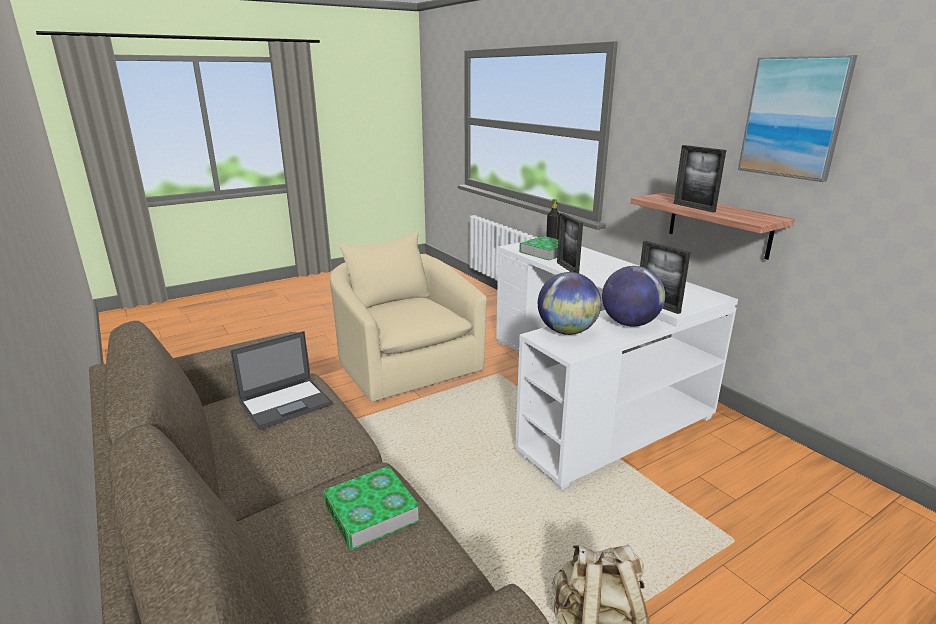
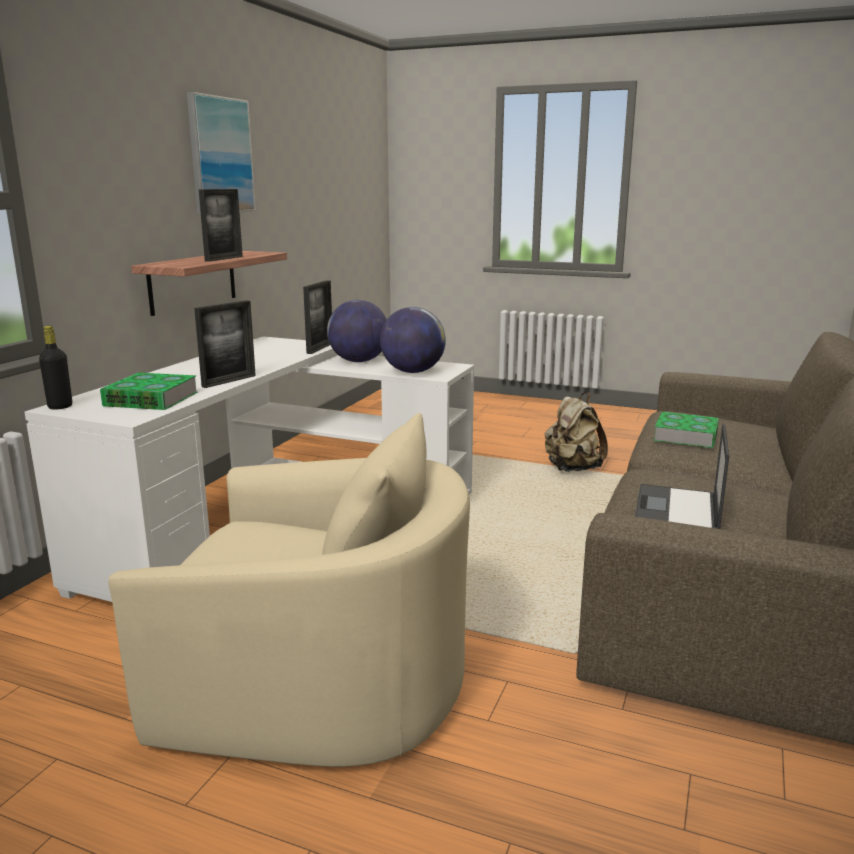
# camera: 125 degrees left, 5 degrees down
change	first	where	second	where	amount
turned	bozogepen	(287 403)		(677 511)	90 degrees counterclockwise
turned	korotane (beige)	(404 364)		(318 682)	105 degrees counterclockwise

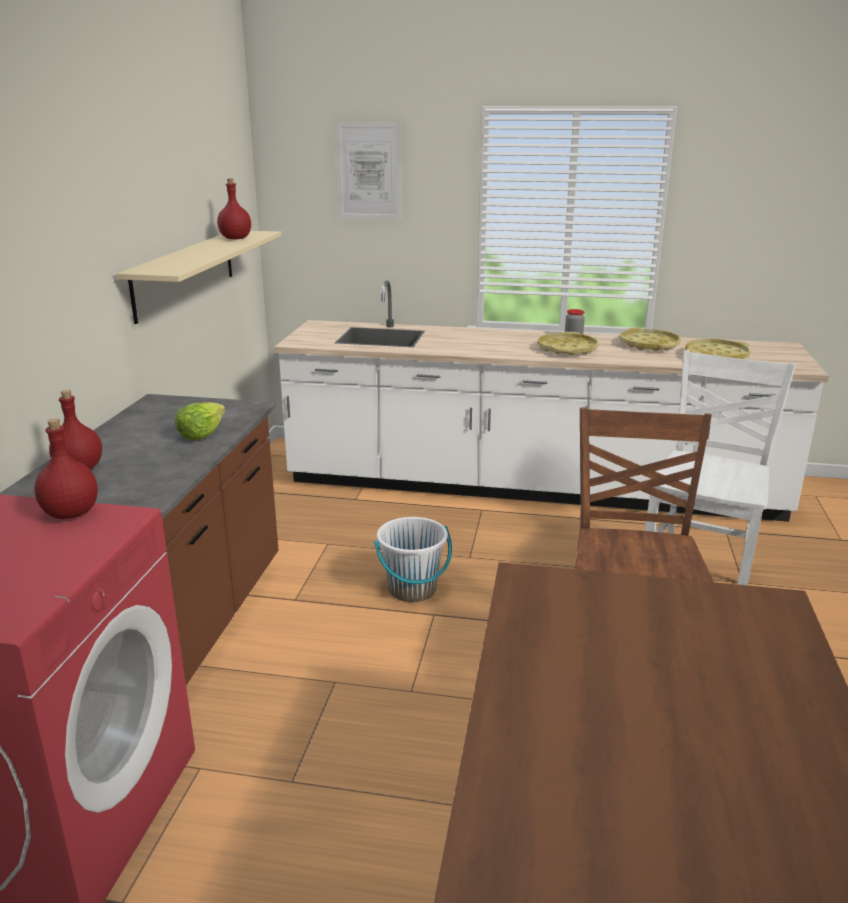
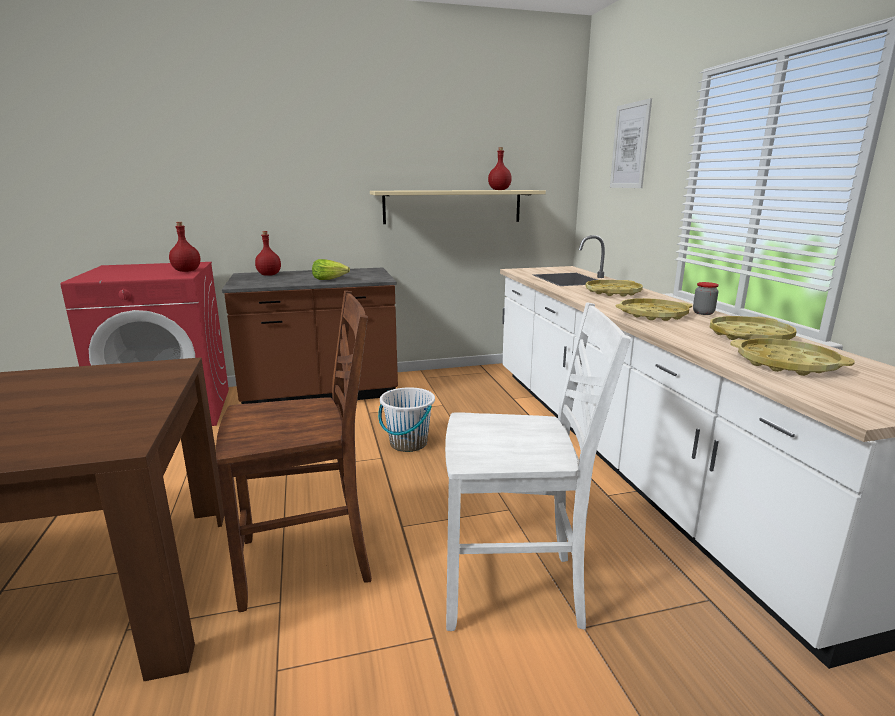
# camera: 65 degrees right, 5 degrees down
change	first	where	second	where	amount
added			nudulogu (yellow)	(612 292)	

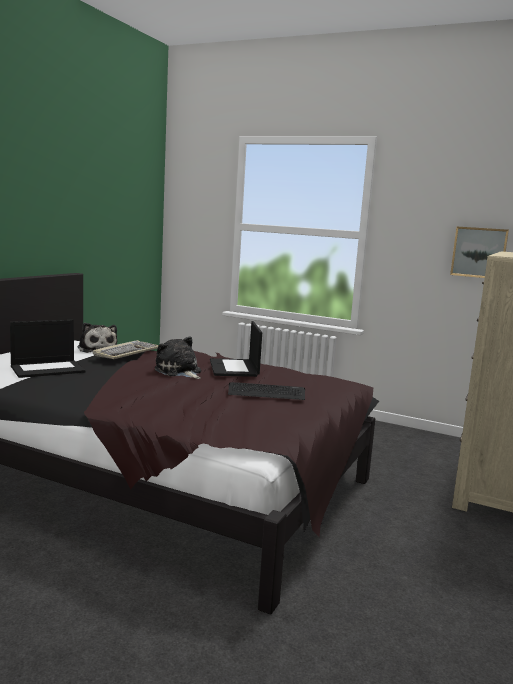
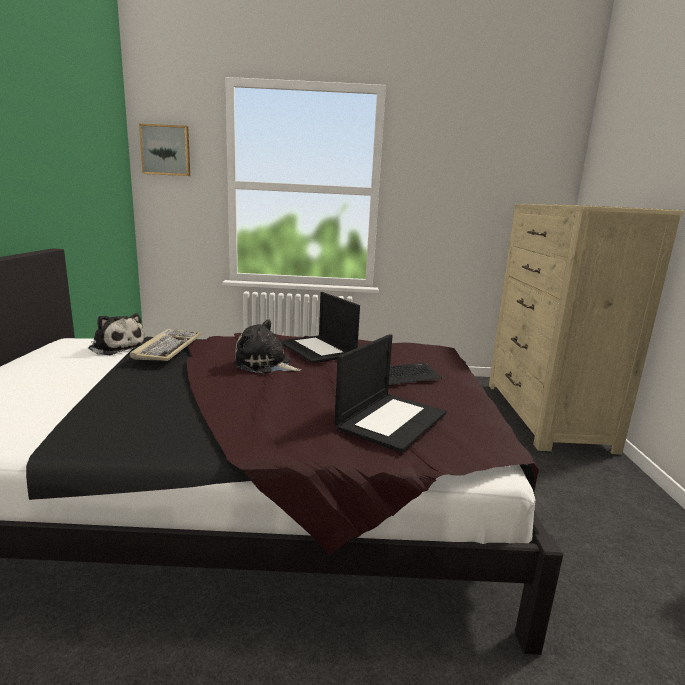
# camera: 25 degrees left, 5 degrees up
change	first	where	second	where	amount
moved	bozogepen	(48 369)		(391 420)	
moved	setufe	(479 252)		(166 150)	

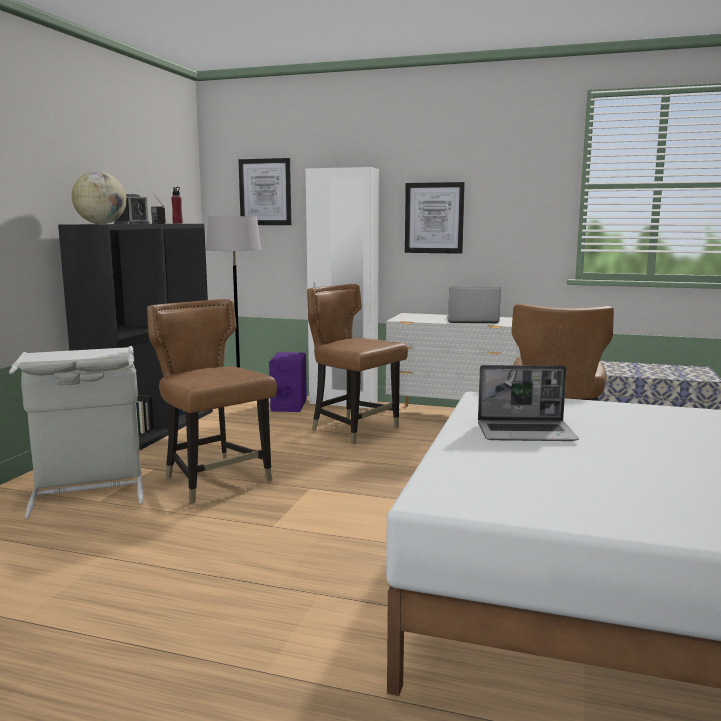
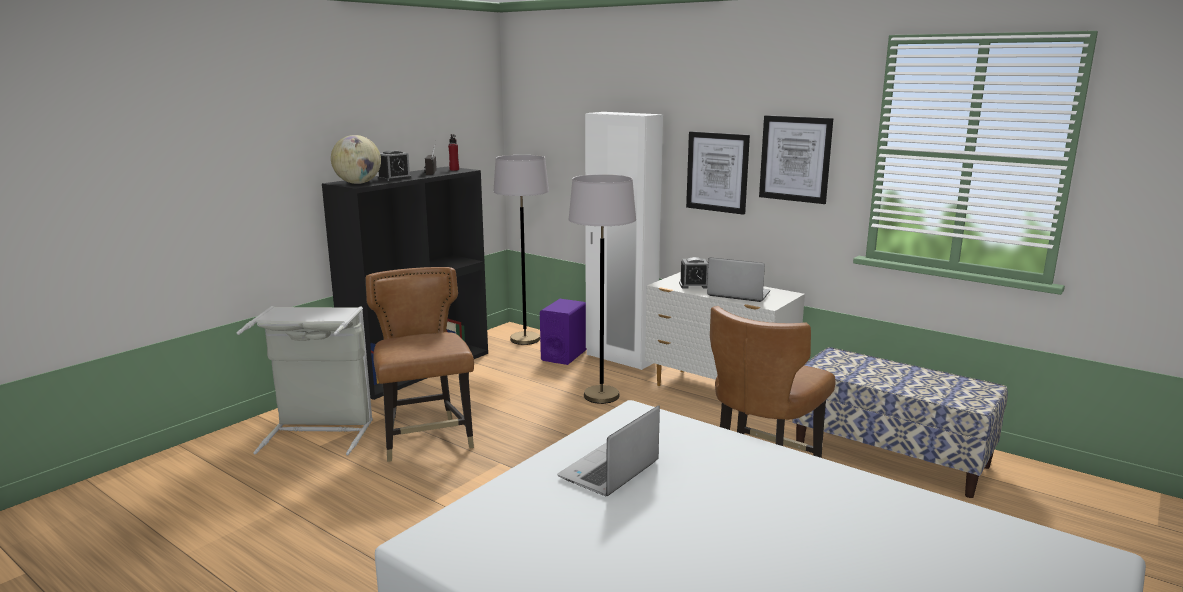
# camera: 20 degrees right, 5 degrees up
change	first	where	second	where	amount
moved	setufe	(265 192)		(795 159)	
replaced	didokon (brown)	(354 429)	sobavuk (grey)	(601 396)	
turned	bozogepen	(526 432)		(609 471)	105 degrees clockwise
added			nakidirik	(694 285)	

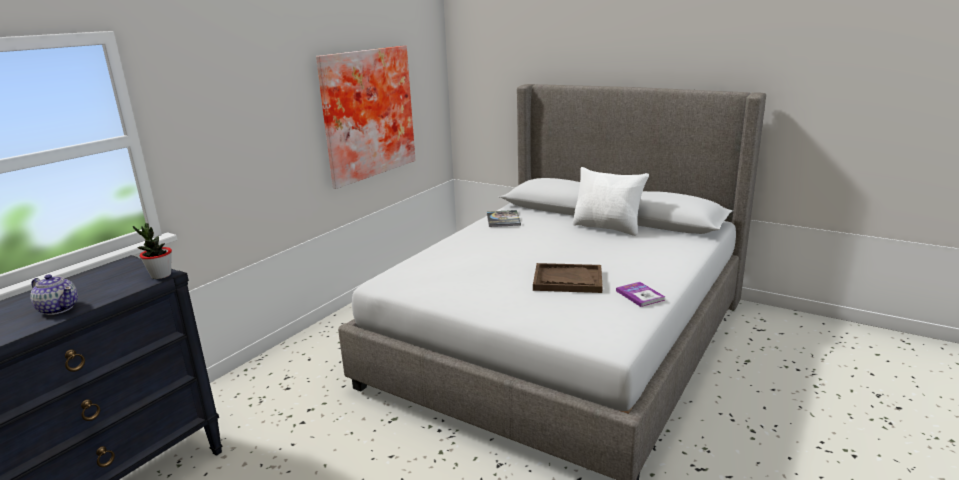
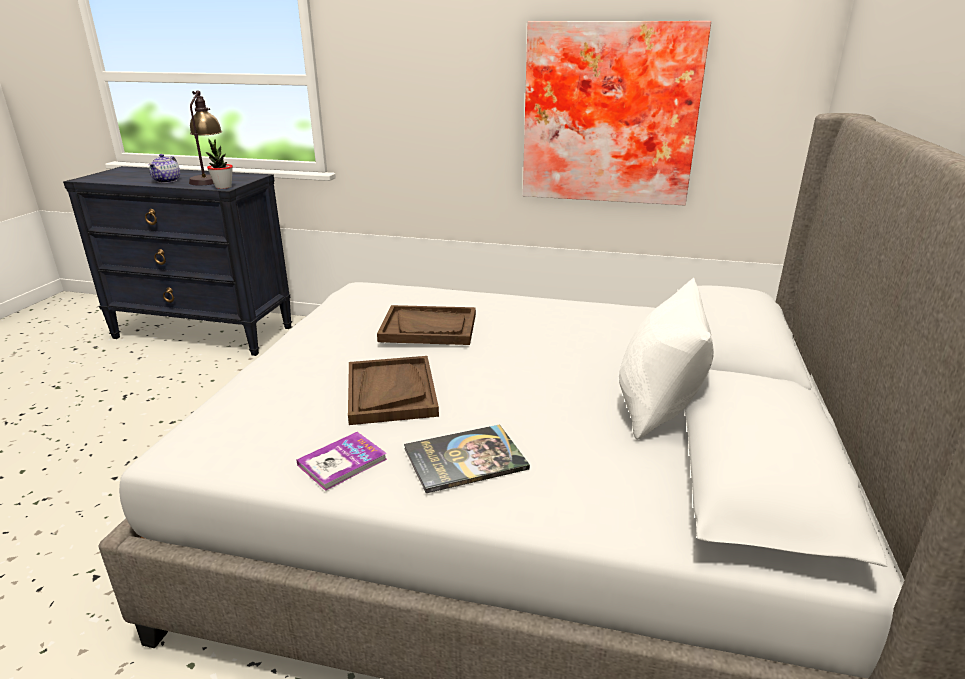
# camera: 70 degrees right, 5 degrees up
change	first	where	second	where	amount
moved	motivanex	(503 219)		(465 459)	
added			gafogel	(209 179)	
added			nudulogu (brown)	(429 328)	

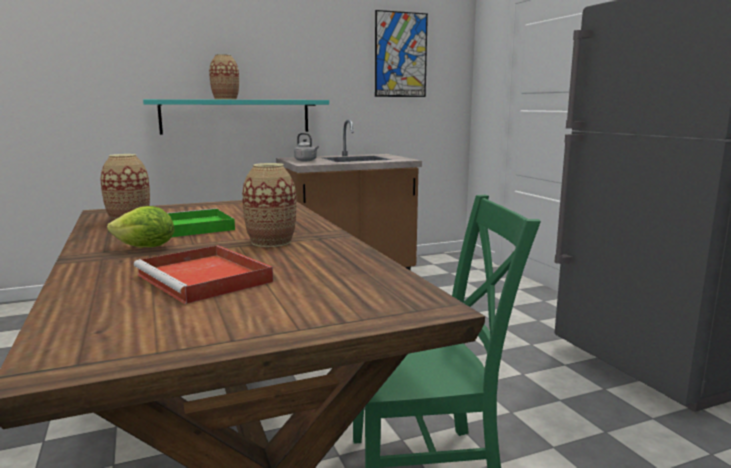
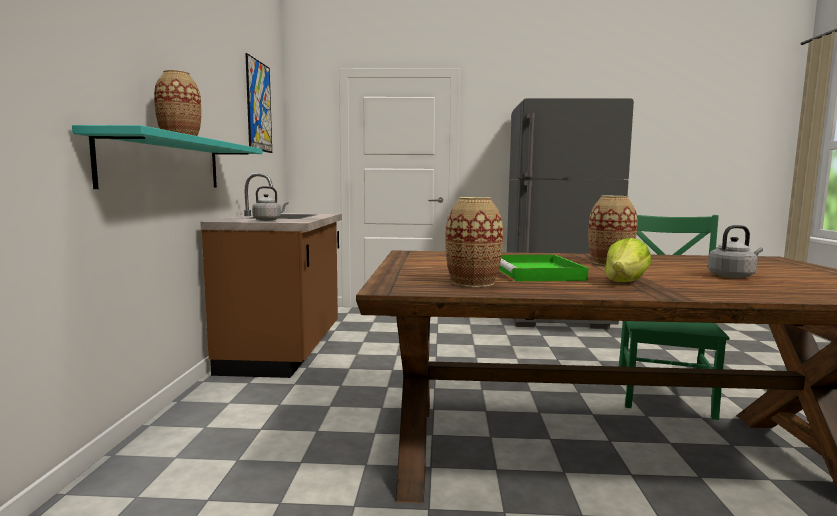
# camera: 65 degrees left, 5 degrees down
change	first	where	second	where	amount
replaced	nudulogu (red)	(206 279)	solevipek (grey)	(732 276)	

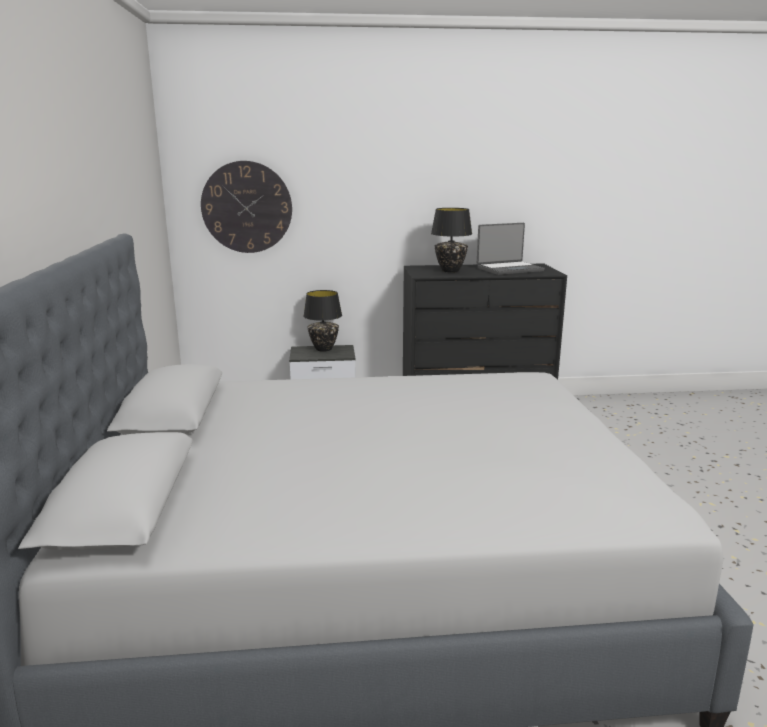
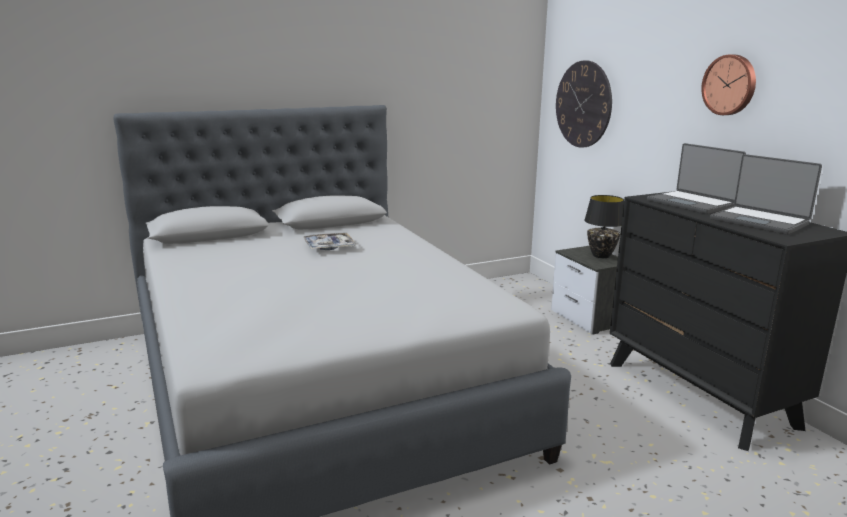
# camera: 70 degrees right, 0 degrees up
change	first	where	second	where	amount
replaced	gafogel (black)	(450 271)	bozogepen	(692 203)	
added			nudulogu	(329 247)	
added			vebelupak	(730 85)	

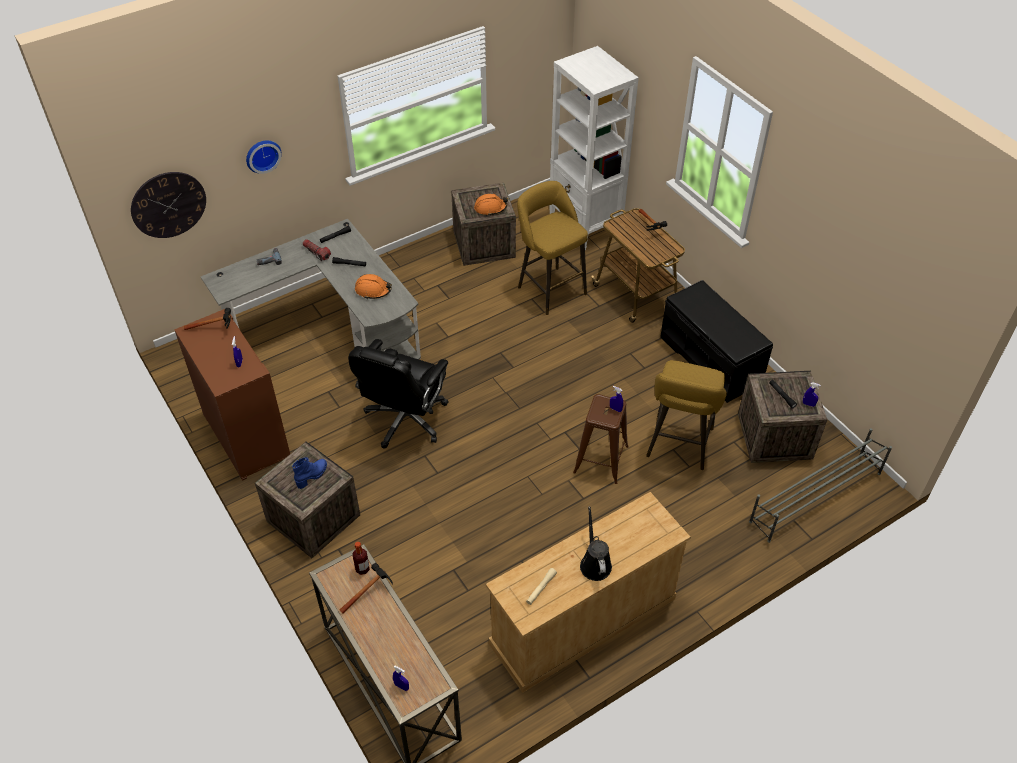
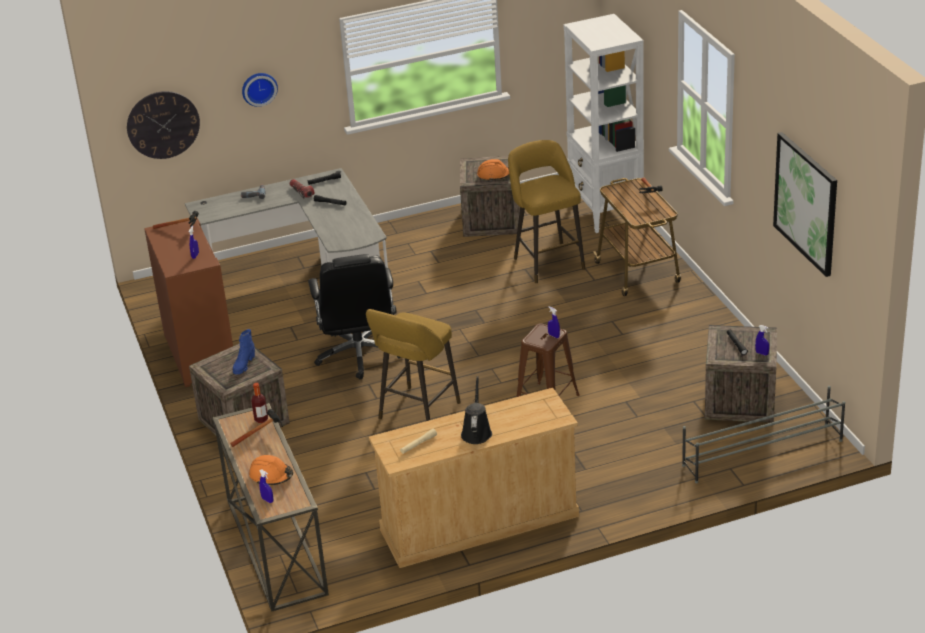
# camera: 15 degrees right, 15 degrees down
change	first	where	second	where	amount
turned	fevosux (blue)	(312 476)		(244 365)	150 degrees clockwise
turned	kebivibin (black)	(405 420)		(359 355)	45 degrees counterclockwise
moved	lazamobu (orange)	(373 290)		(271 476)	
moved	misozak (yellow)	(679 446)		(417 413)	
removed	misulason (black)	(711 359)			
added			setufe	(806 203)	

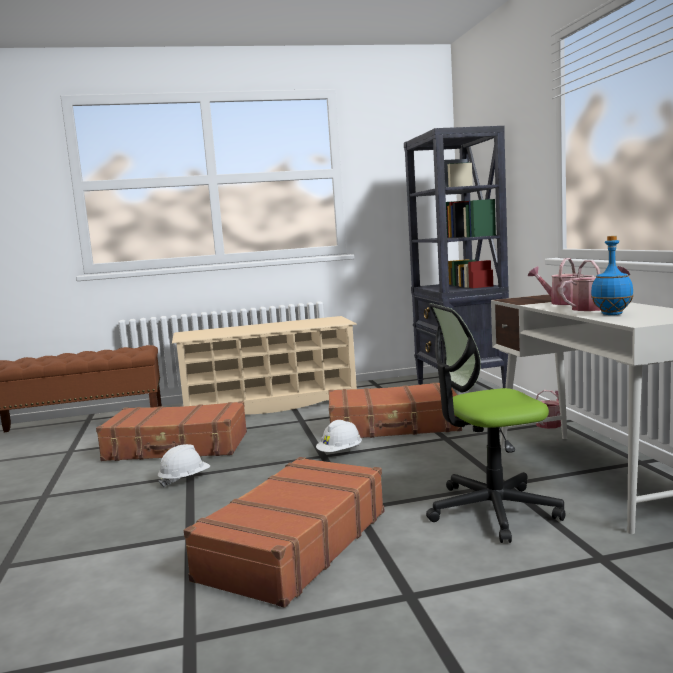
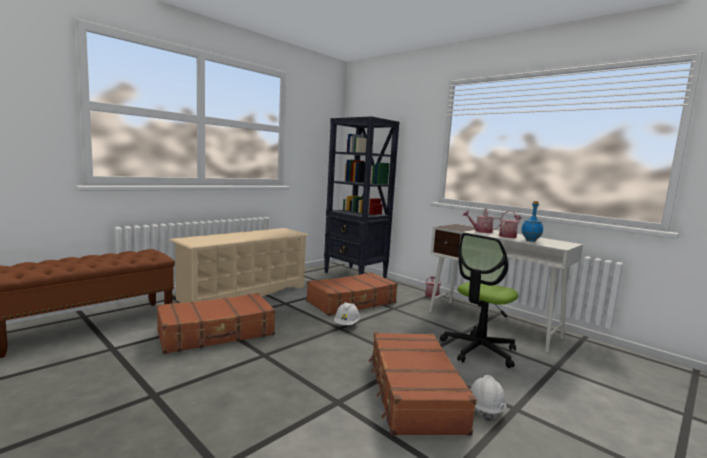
# camera: 35 degrees left, 0 degrees up
change	first	where	second	where	amount
moved	lazamobu (white)	(185 480)		(485 408)	

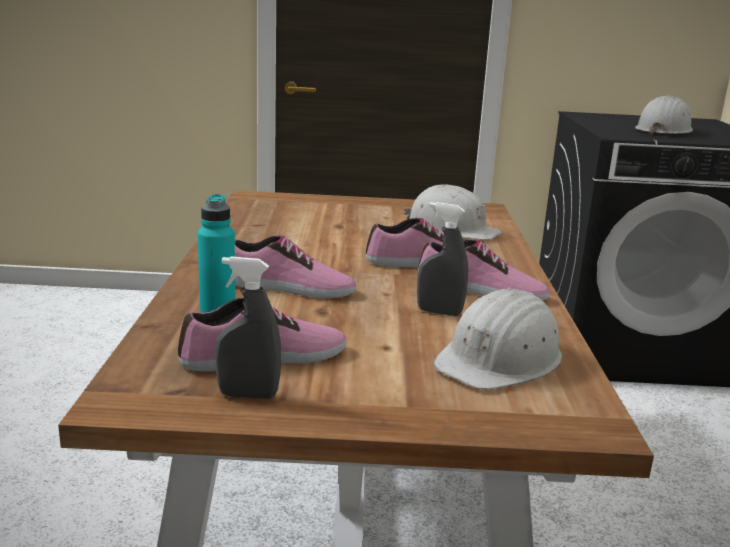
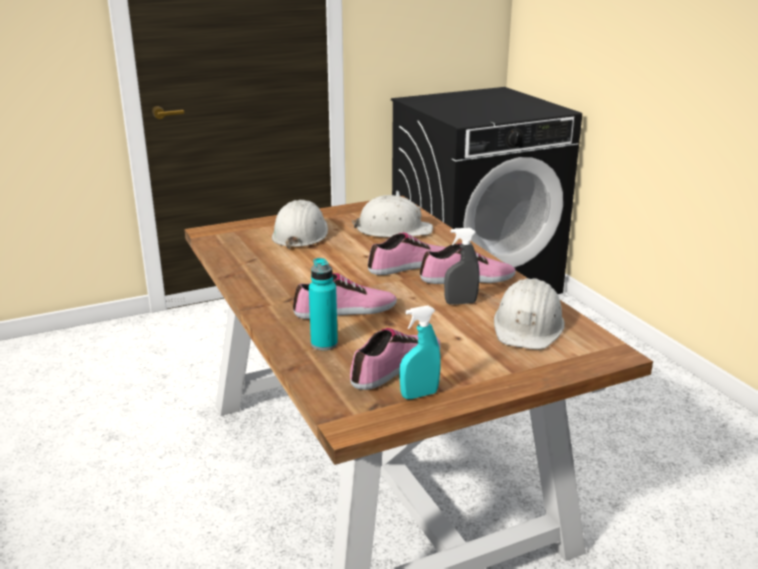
# camera: 25 degrees left, 5 degrees up
change	first	where	second	where	amount
recoloured	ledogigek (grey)	(248 395)	ledogigek (turquoise)	(419 395)	
moved	lazamobu (white)	(663 130)		(300 234)	

